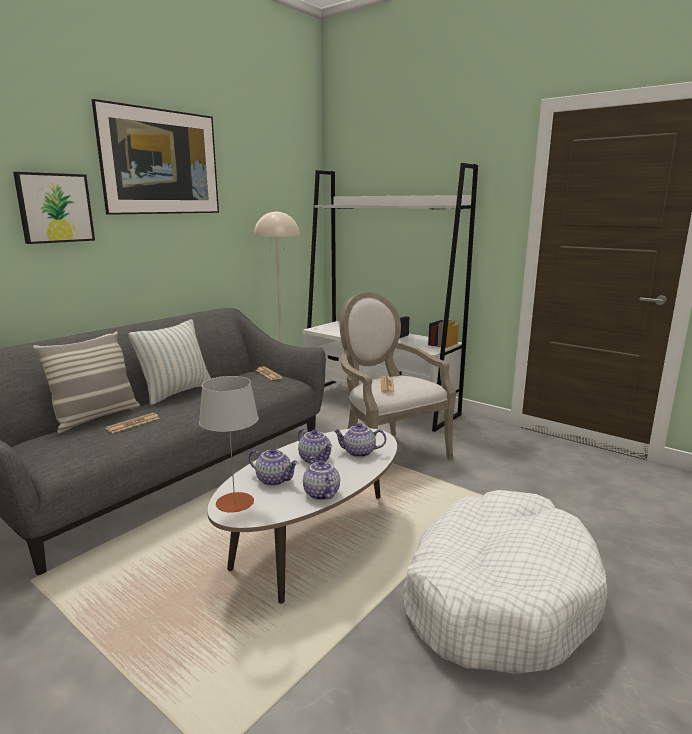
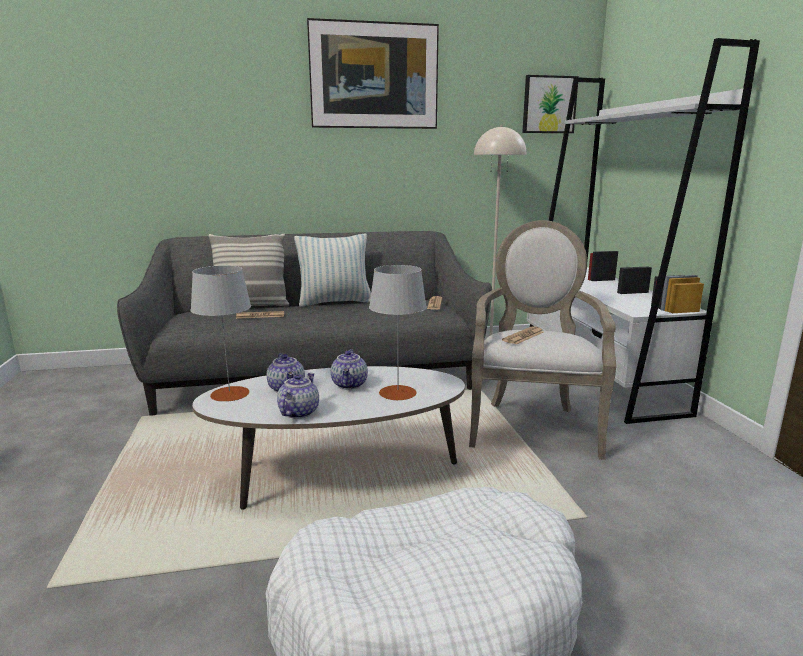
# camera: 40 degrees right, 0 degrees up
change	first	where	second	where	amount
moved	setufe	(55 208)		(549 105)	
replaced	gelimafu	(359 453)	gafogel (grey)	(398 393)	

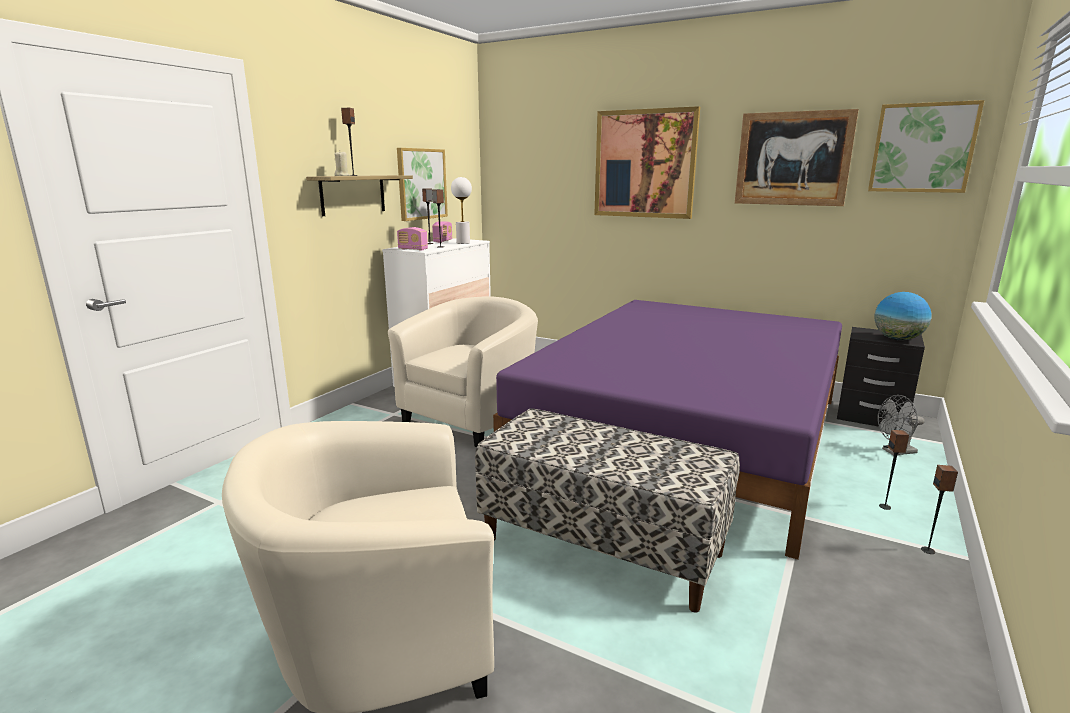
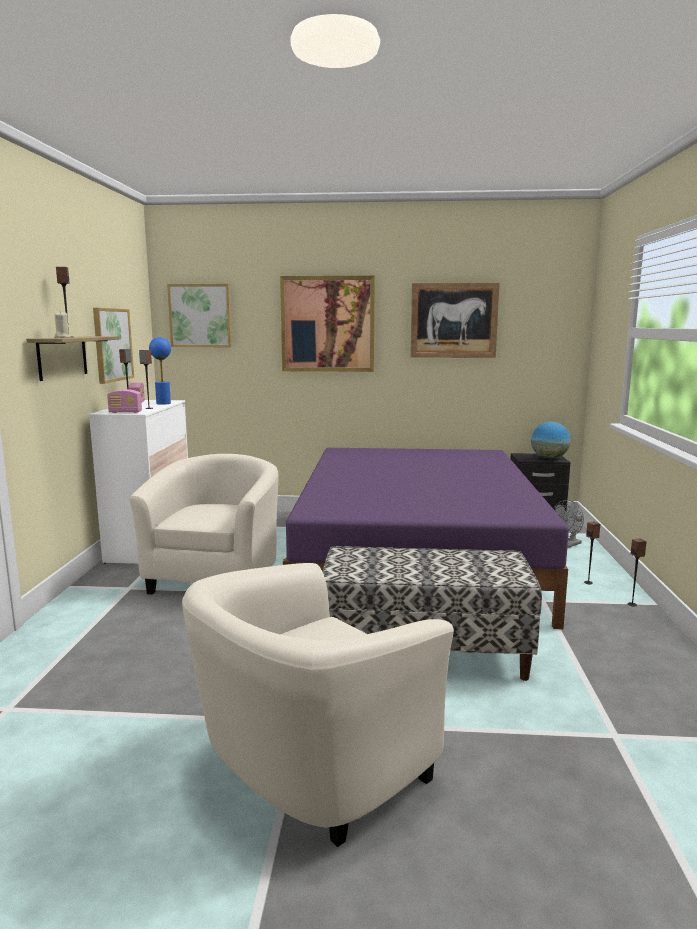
# camera: 25 degrees left, 5 degrees down
change	first	where	second	where	amount
recoloured	gafogel (white)	(463 243)	gafogel (blue)	(163 403)	
moved	setufe	(922 148)		(200 315)	

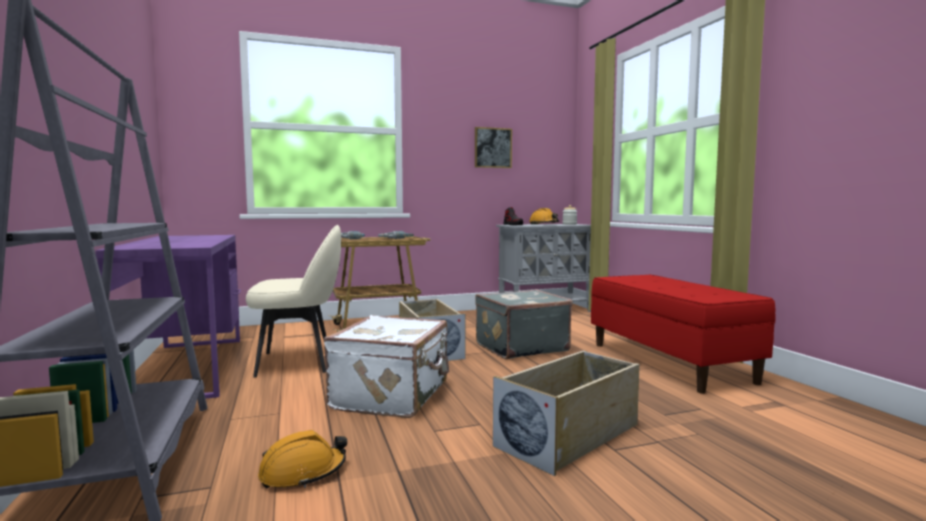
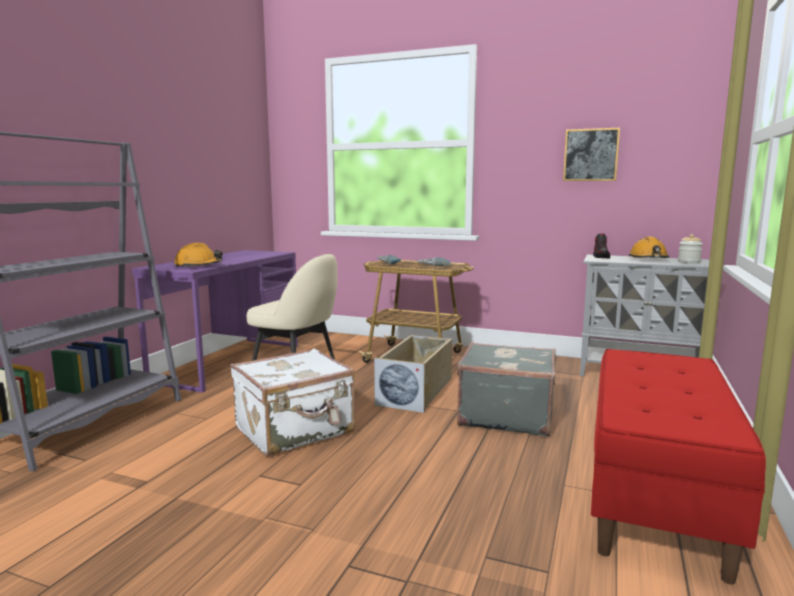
# camera: 40 degrees right, 5 degrees up
change	first	where	second	where	amount
moved	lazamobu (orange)	(302 473)		(198 266)	
removed	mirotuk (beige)	(569 435)			

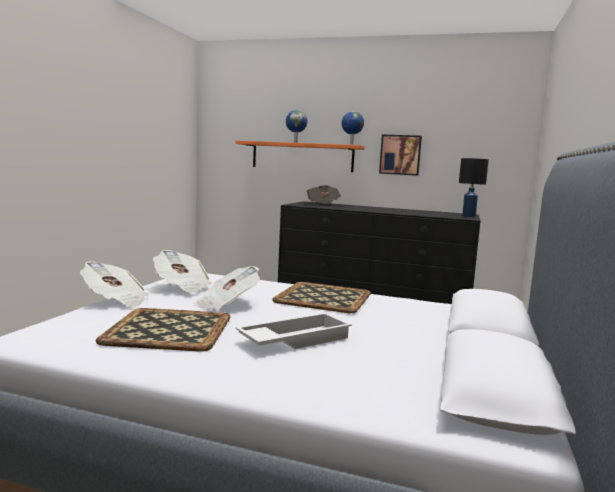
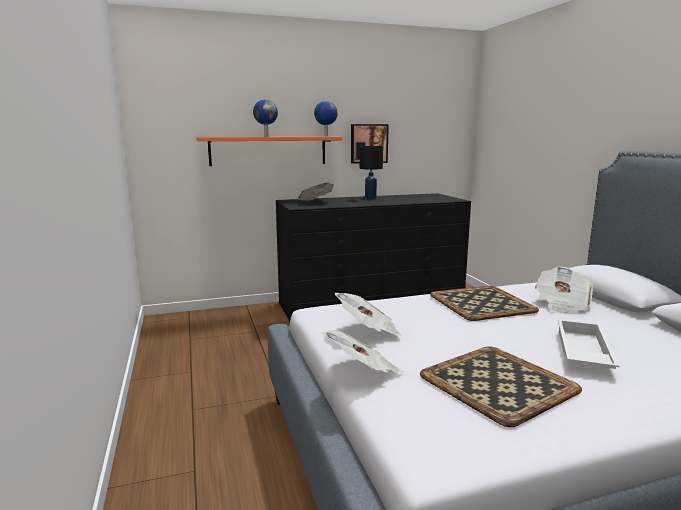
# camera: 35 degrees left, 5 degrees up
change	first	where	second	where	amount
moved	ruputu	(226 304)		(562 304)	
moved	gafogel (black)	(468 216)		(370 198)	

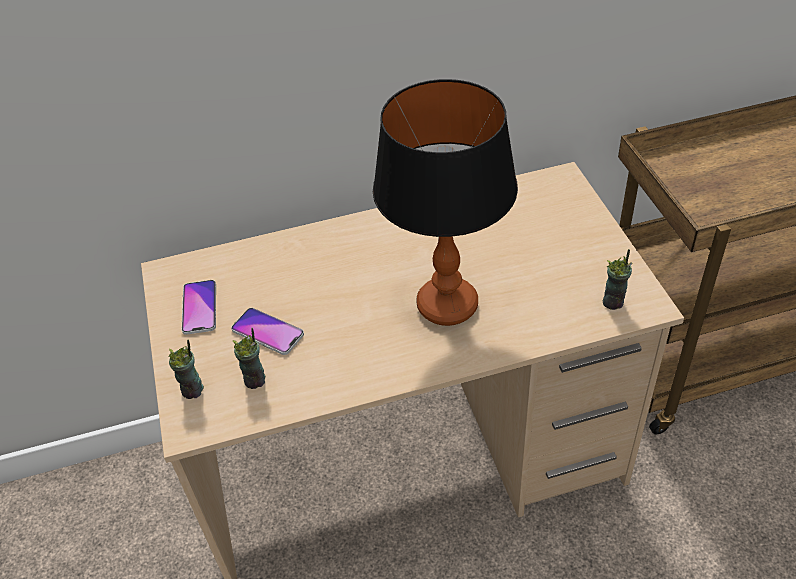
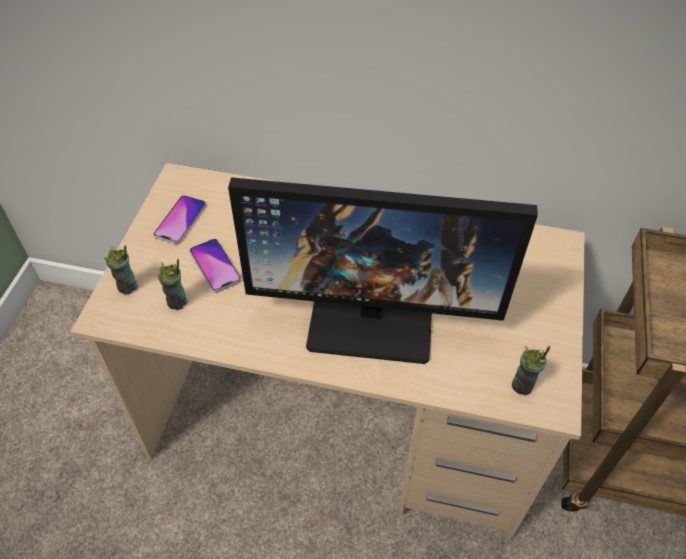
# camera: 25 degrees right, 5 degrees up
change	first	where	second	where	amount
replaced	gafogel	(448 305)	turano	(373 314)	

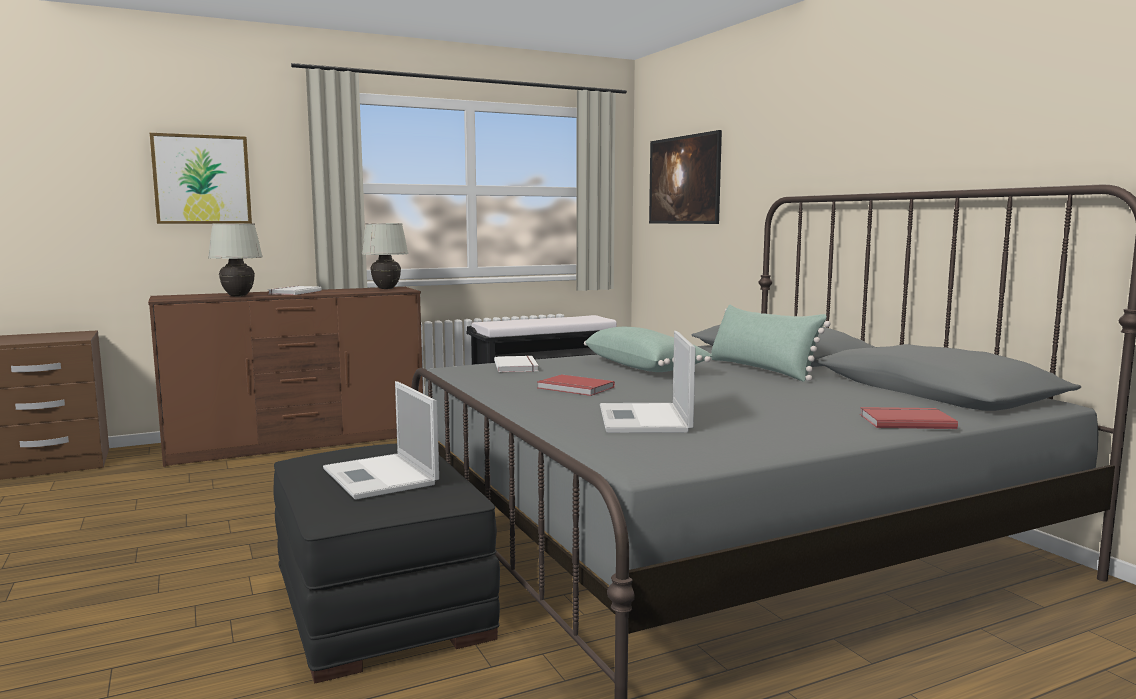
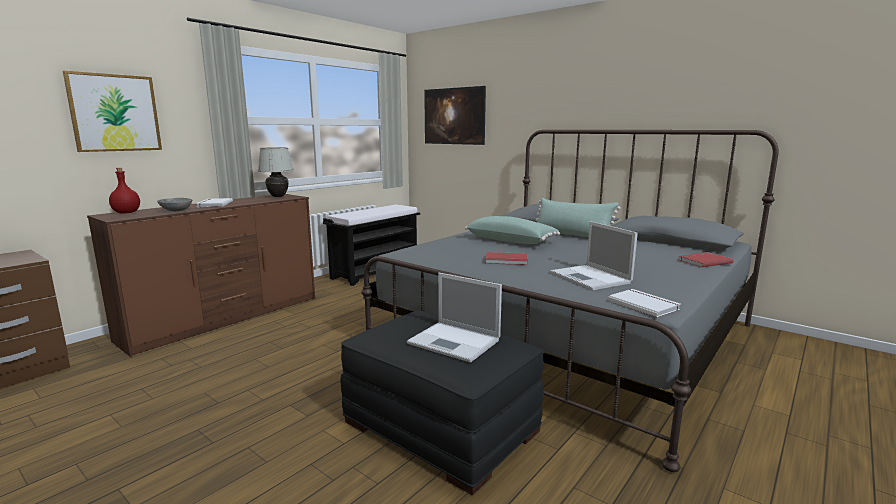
# camera: 25 degrees left, 5 degrees up
change	first	where	second	where	amount
replaced	gafogel (white)	(238 296)	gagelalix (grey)	(176 211)	
moved	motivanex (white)	(517 366)		(644 304)	
added			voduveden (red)	(126 213)	

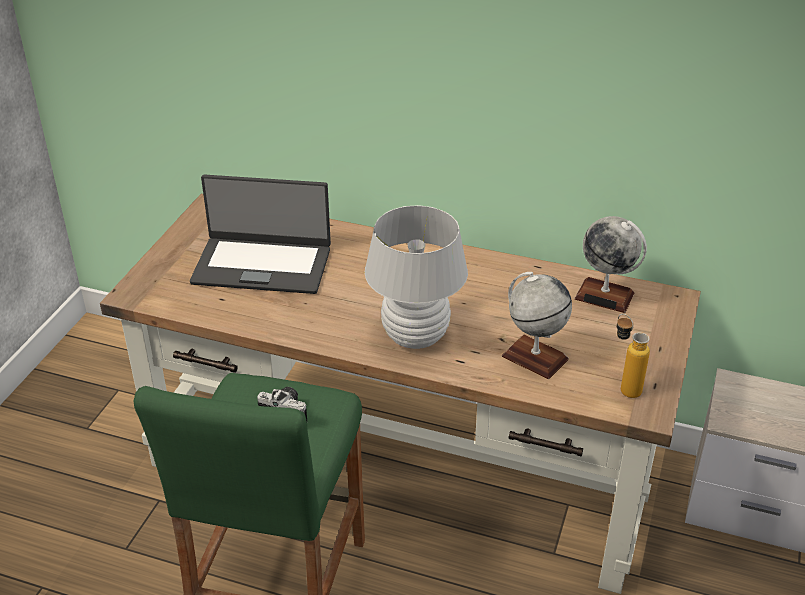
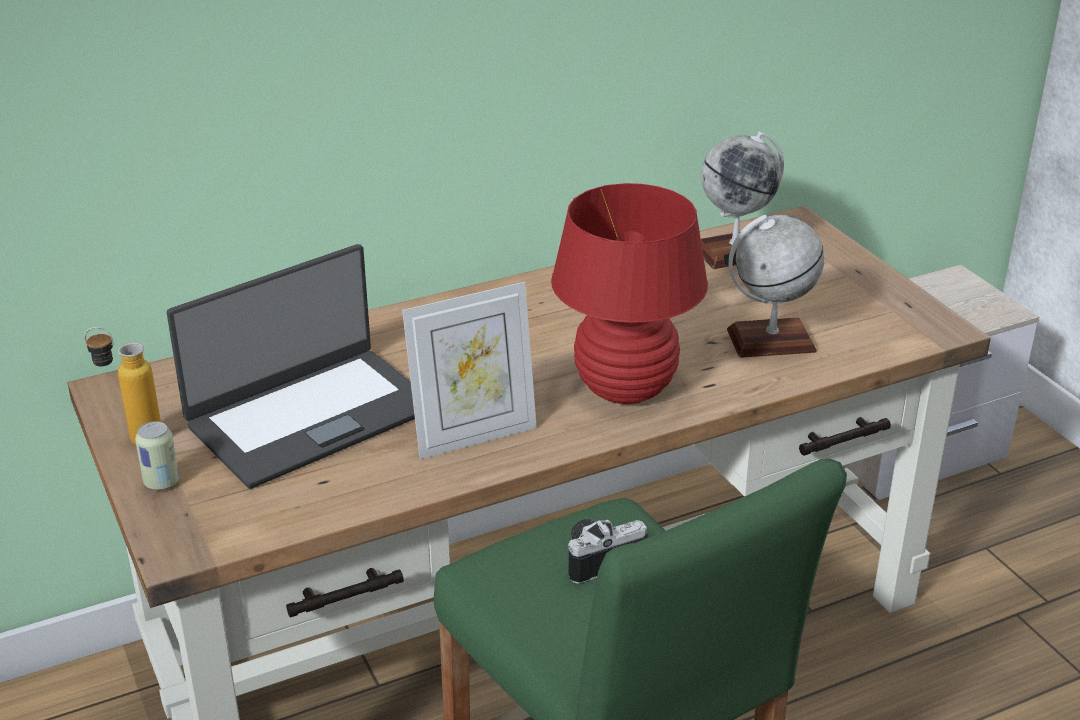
# camera: 45 degrees left, 5 degrees down
change	first	where	second	where	amount
recoloured	gafogel (white)	(415 337)	gafogel (red)	(625 389)	
moved	voduveden	(623 387)		(133 438)	
added			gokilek	(161 482)	
added			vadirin	(474 436)	

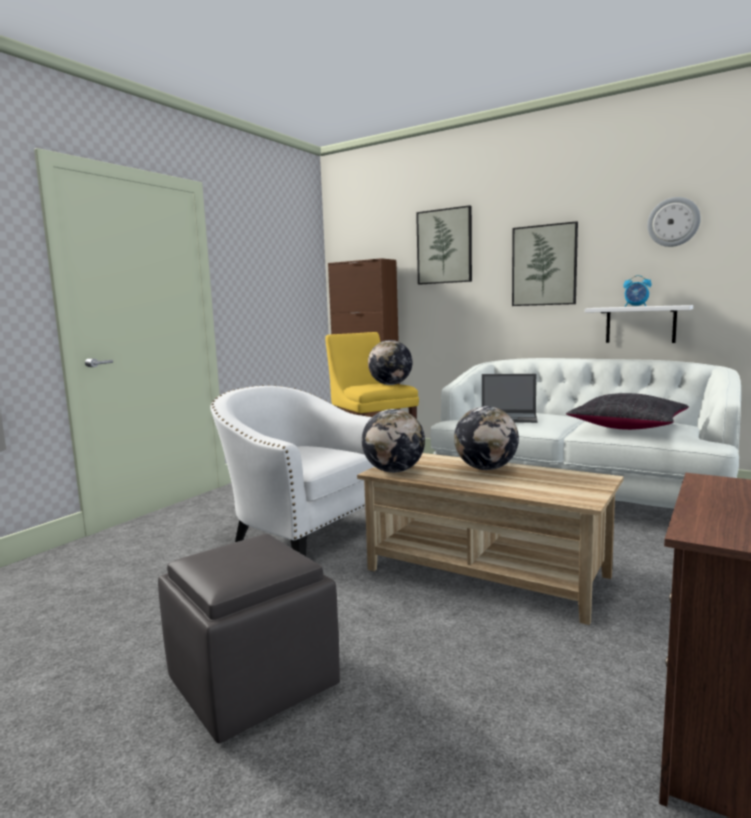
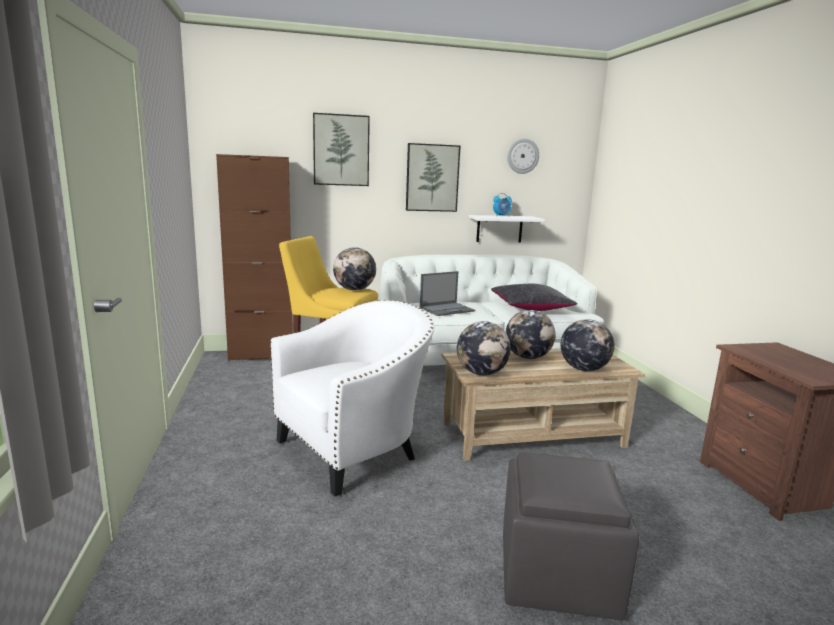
# camera: 45 degrees left, 5 degrees up
change	first	where	second	where	amount
turned	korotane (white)	(299 533)		(355 450)	150 degrees clockwise
added			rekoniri	(583 369)	

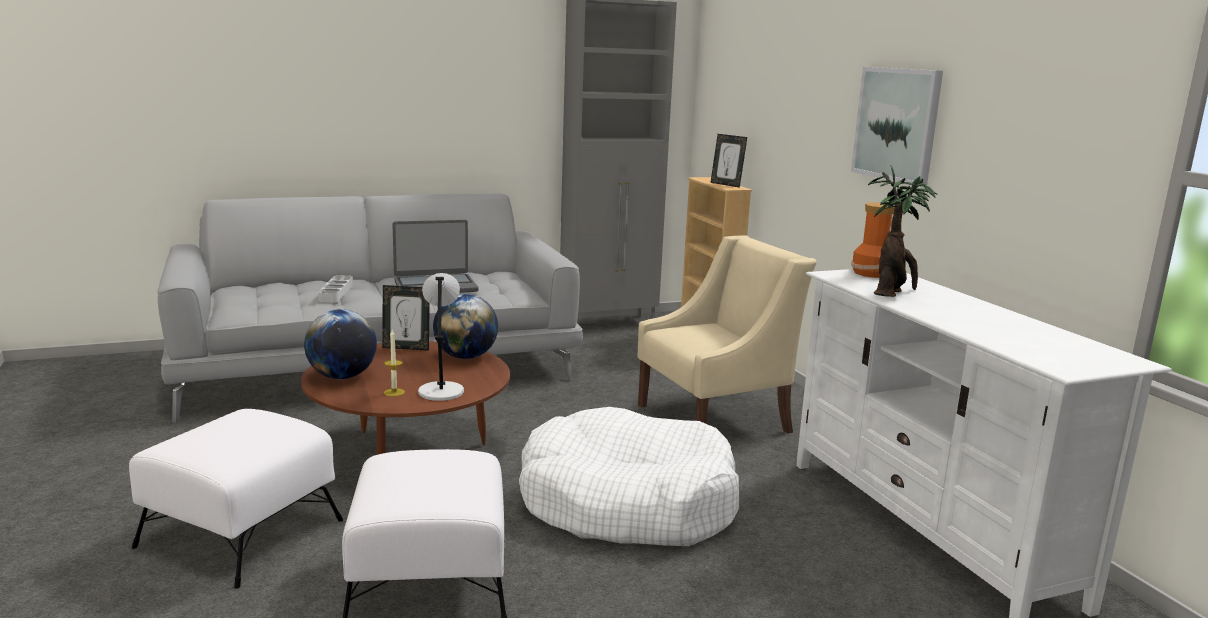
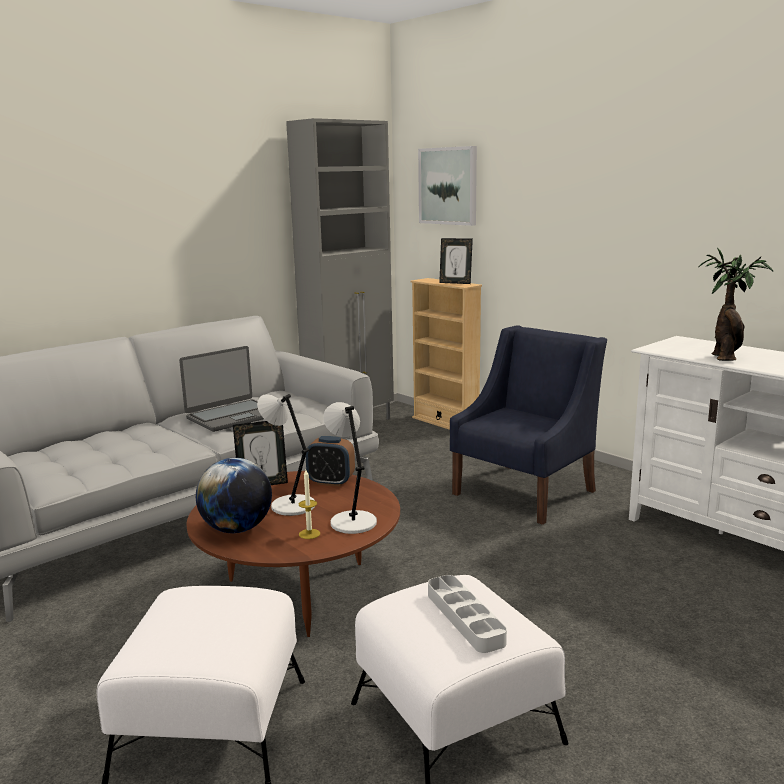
# camera: 20 degrees left, 0 degrees up
change	first	where	second	where	amount
moved	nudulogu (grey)	(336 292)		(465 618)	
replaced	rekoniri	(466 357)	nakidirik	(331 482)	
removed	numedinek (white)	(627 503)			
recoloured	korotane (beige)	(715 418)	korotane (blue)	(525 492)	
moved	setufe	(897 124)		(448 186)	
removed	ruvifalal	(872 273)			
added			gafogel (grey)	(290 505)	

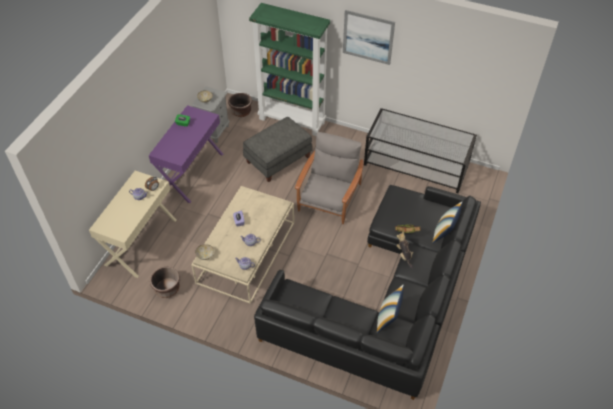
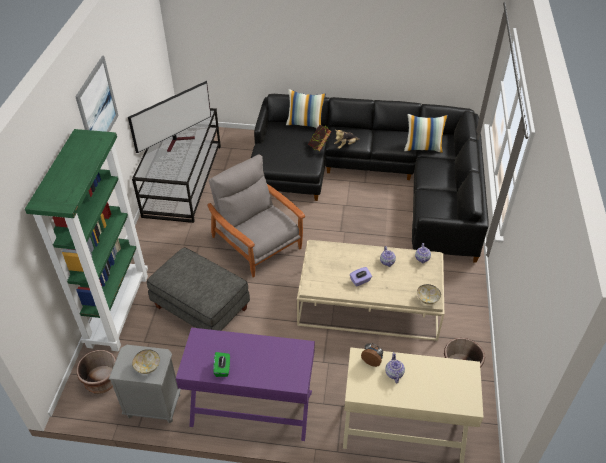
# camera: 105 degrees left, 5 degrees down
change	first	where	second	where	amount
turned	korotane (grey)	(329 198)		(257 243)	45 degrees clockwise
added			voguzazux	(178 141)	

